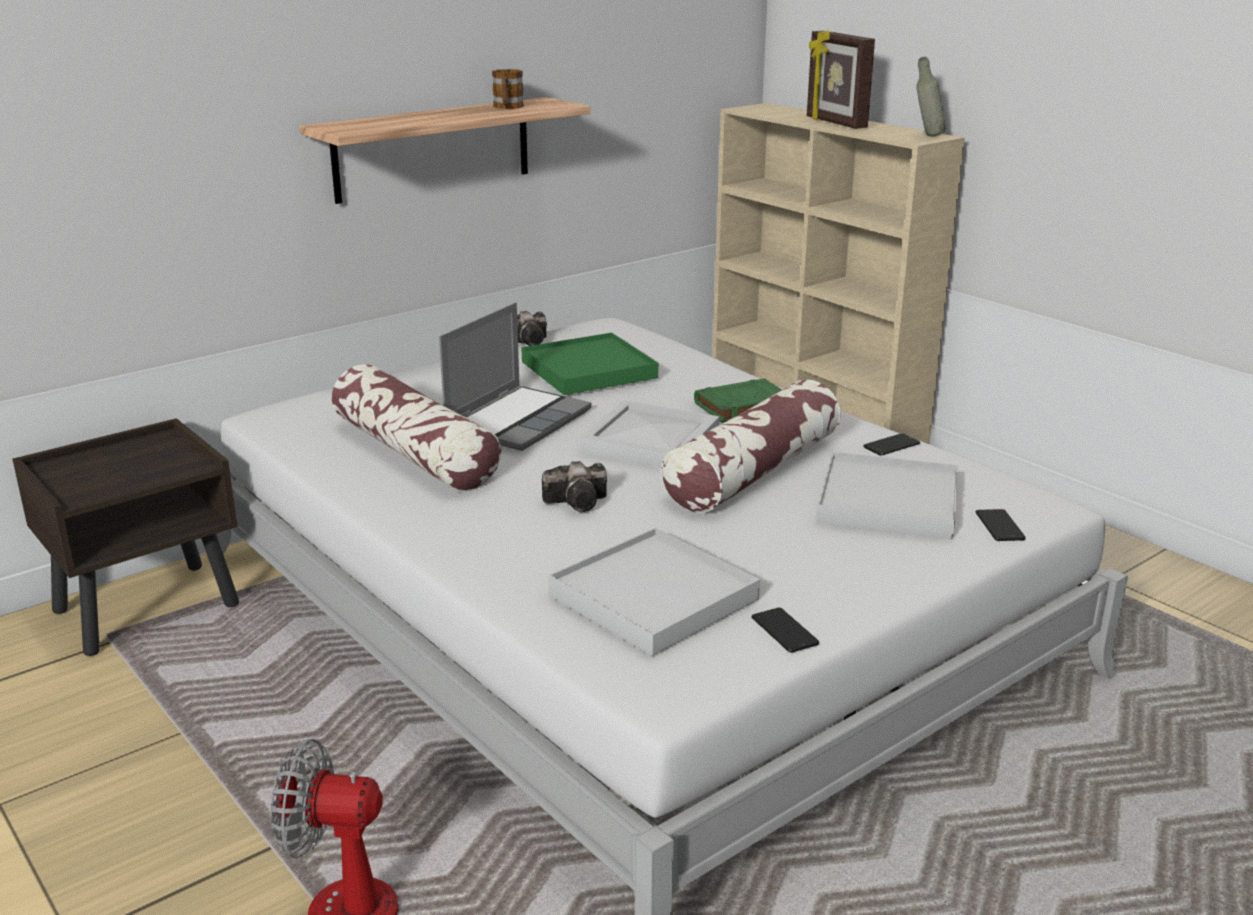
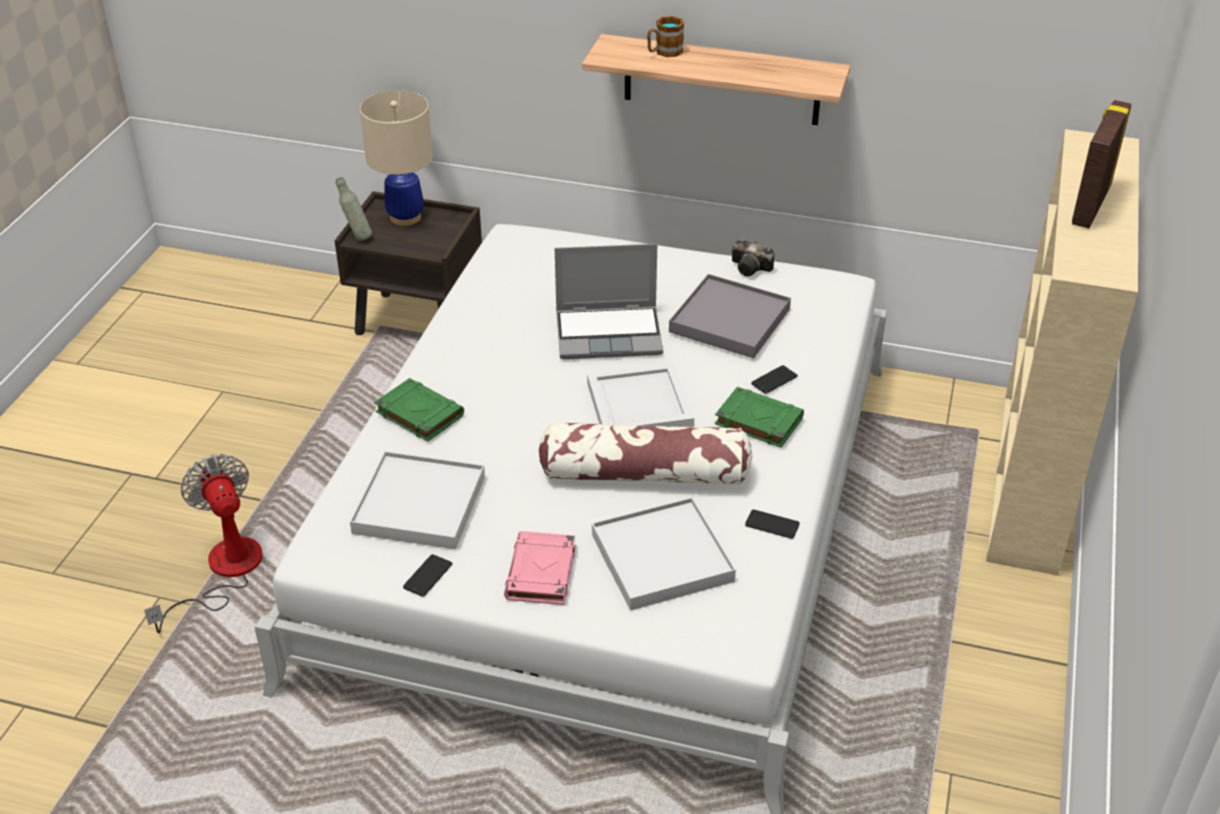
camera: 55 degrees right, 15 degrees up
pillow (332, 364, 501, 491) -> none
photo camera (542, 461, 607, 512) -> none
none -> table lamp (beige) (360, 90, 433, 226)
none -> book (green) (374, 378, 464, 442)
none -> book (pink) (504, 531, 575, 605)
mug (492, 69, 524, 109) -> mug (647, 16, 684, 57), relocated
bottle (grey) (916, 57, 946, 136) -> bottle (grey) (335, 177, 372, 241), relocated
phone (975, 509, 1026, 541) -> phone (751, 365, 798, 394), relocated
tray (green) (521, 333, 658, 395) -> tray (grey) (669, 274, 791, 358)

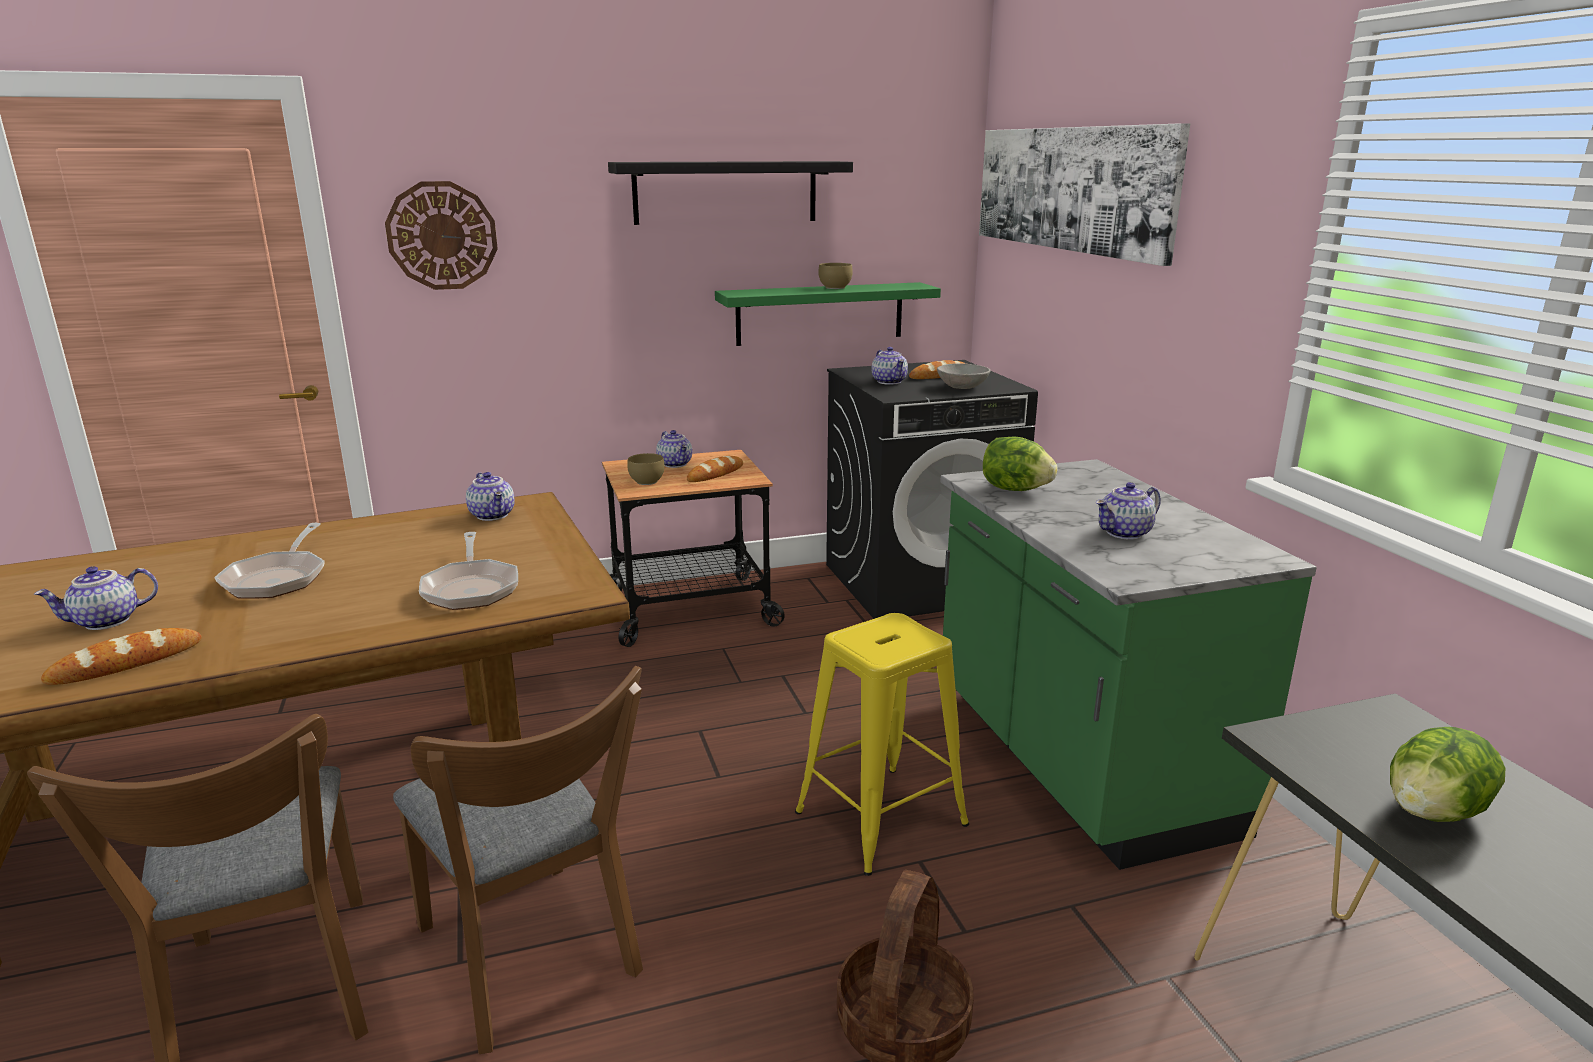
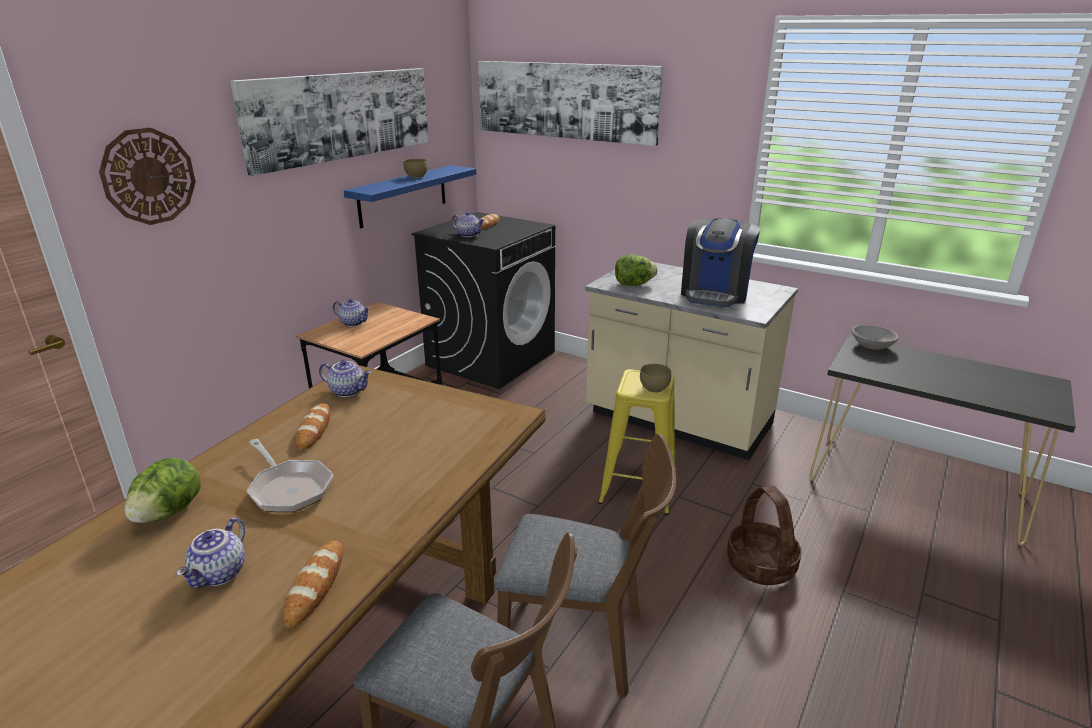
camera: 40 degrees left, 5 degrees up
frying pan (419, 532, 518, 610) -> none
bowl (brown) (627, 453, 665, 485) -> bowl (brown) (640, 364, 671, 393), relocated
bread (687, 456, 743, 482) -> bread (295, 403, 331, 451), relocated
bowl (grey) (937, 363, 991, 389) -> bowl (grey) (852, 325, 898, 350), relocated
lettuce (1390, 727, 1505, 822) -> lettuce (124, 458, 201, 523), relocated
shelf (black) (608, 161, 853, 225) -> picture (230, 68, 429, 176)
teapot (1095, 482, 1161, 540) -> coffee machine (681, 218, 760, 307)
shelf (green) (715, 282, 941, 346) -> shelf (blue) (344, 165, 476, 228)
counter (green) (940, 459, 1317, 870) -> counter (beige) (585, 262, 798, 460)

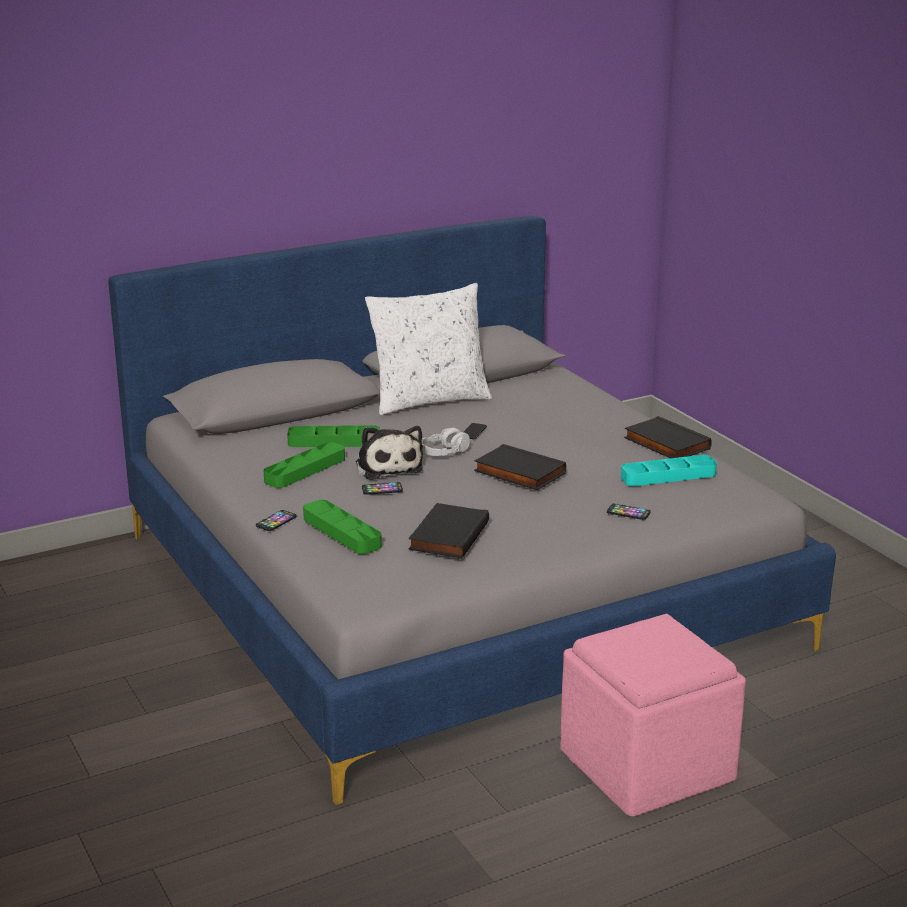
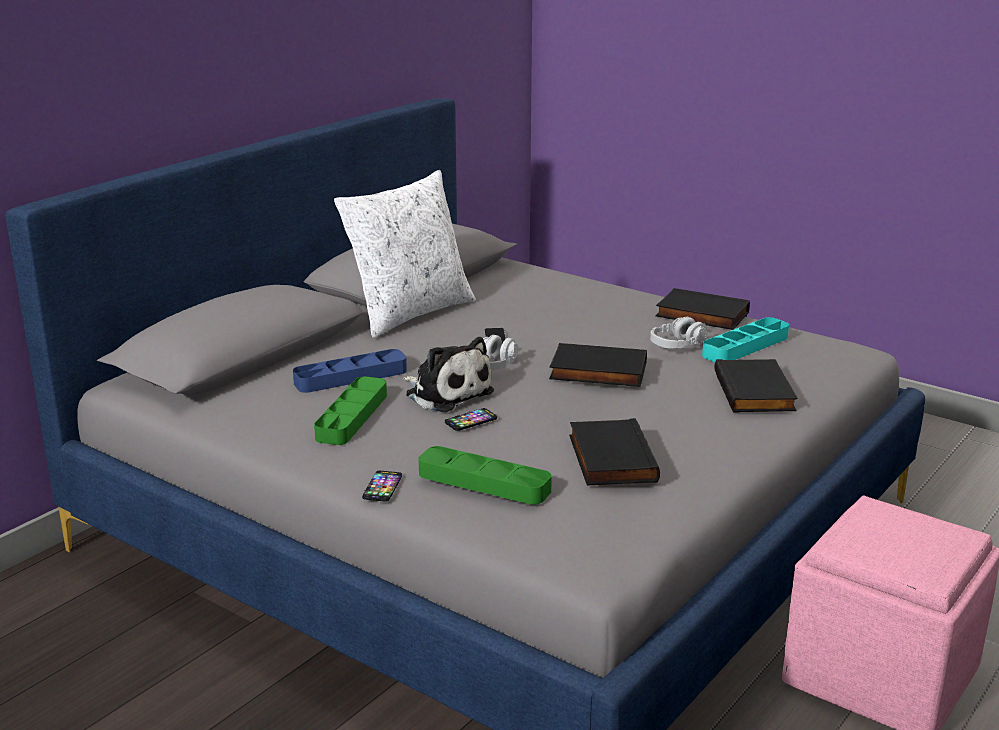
camera: 25 degrees left, 0 degrees up
none -> headphones (grey) (650, 317, 707, 349)
phone (607, 503, 651, 520) -> book (black) (714, 359, 797, 413)
tray (green) (287, 425, 380, 447) -> tray (blue) (293, 349, 407, 393)

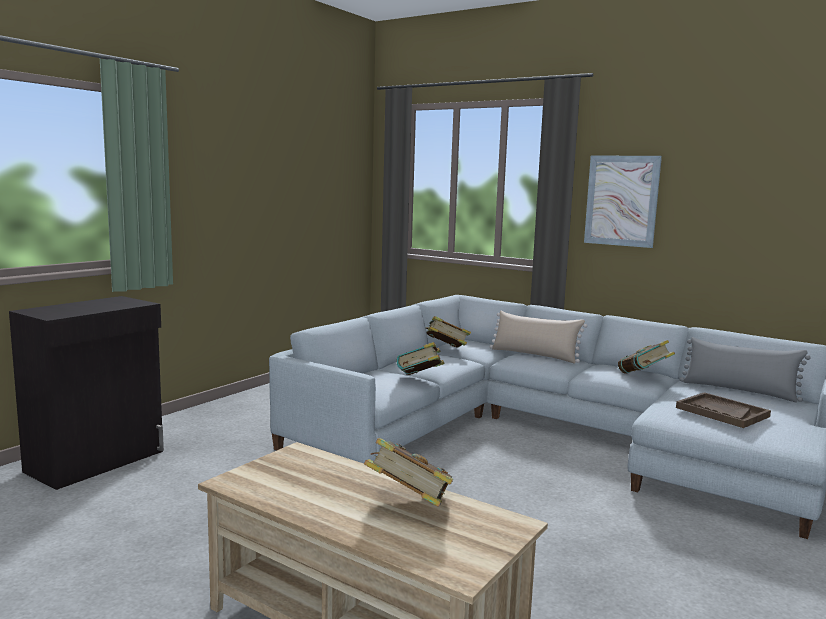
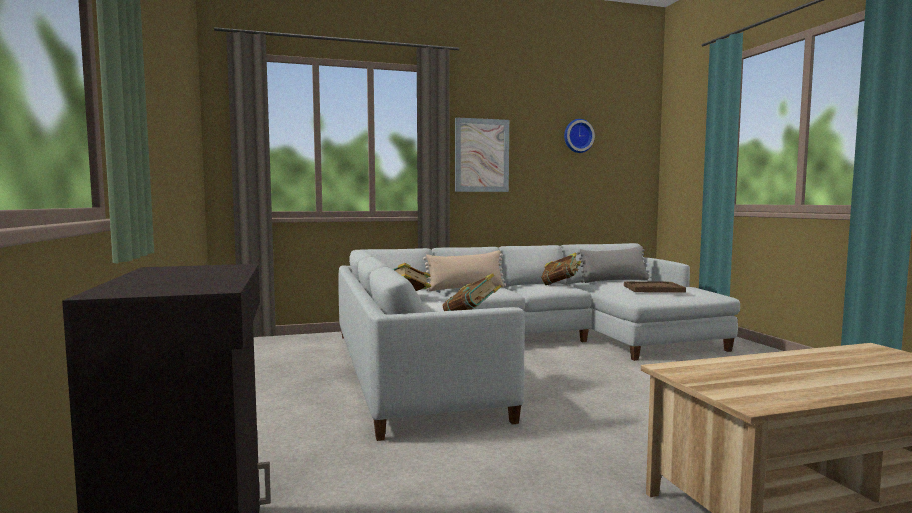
camera: 50 degrees left, 5 degrees down
book (364, 438, 453, 507) -> none
none -> wall clock (564, 119, 595, 153)

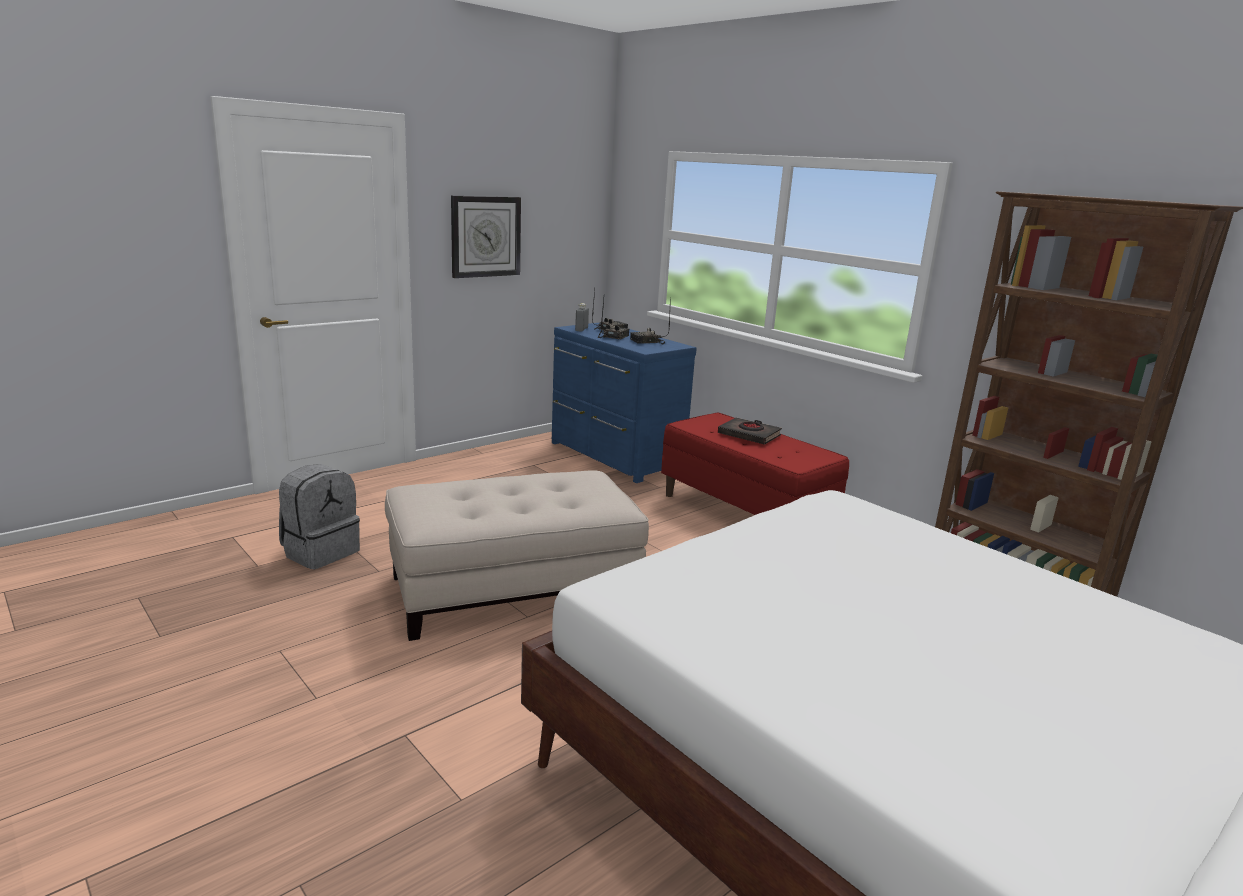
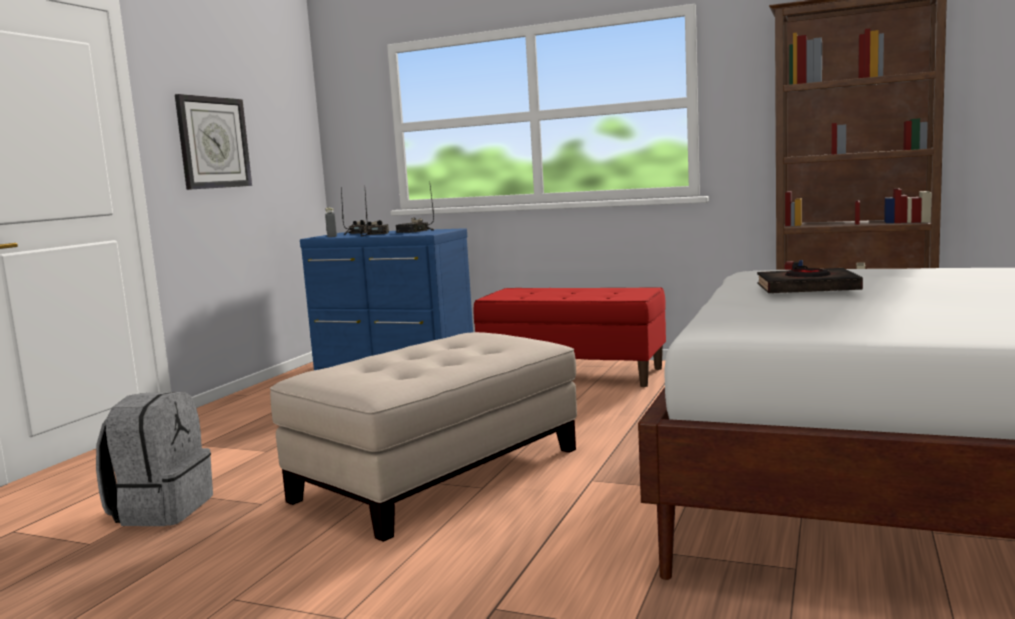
camera: 25 degrees left, 10 degrees down
book (black) (718, 418, 782, 445) -> book (black) (757, 266, 863, 293), relocated

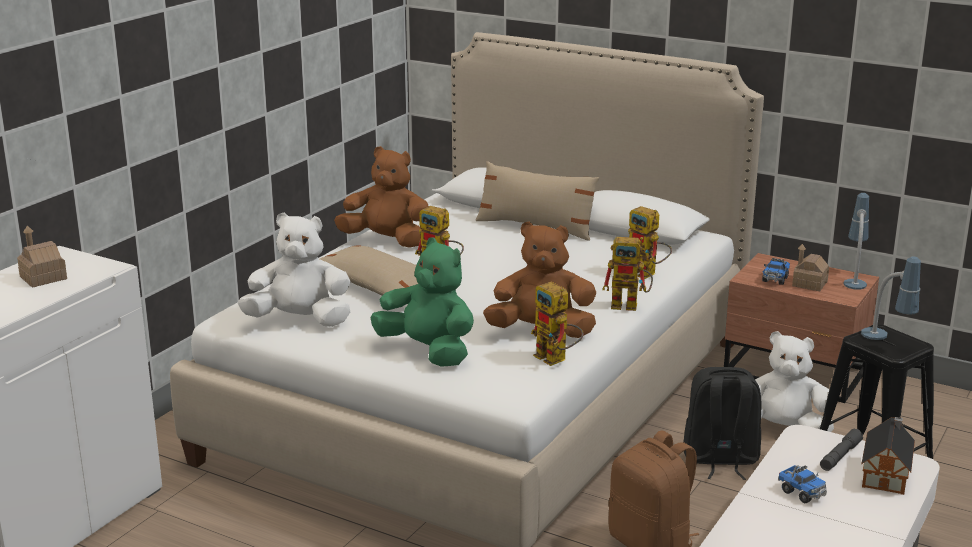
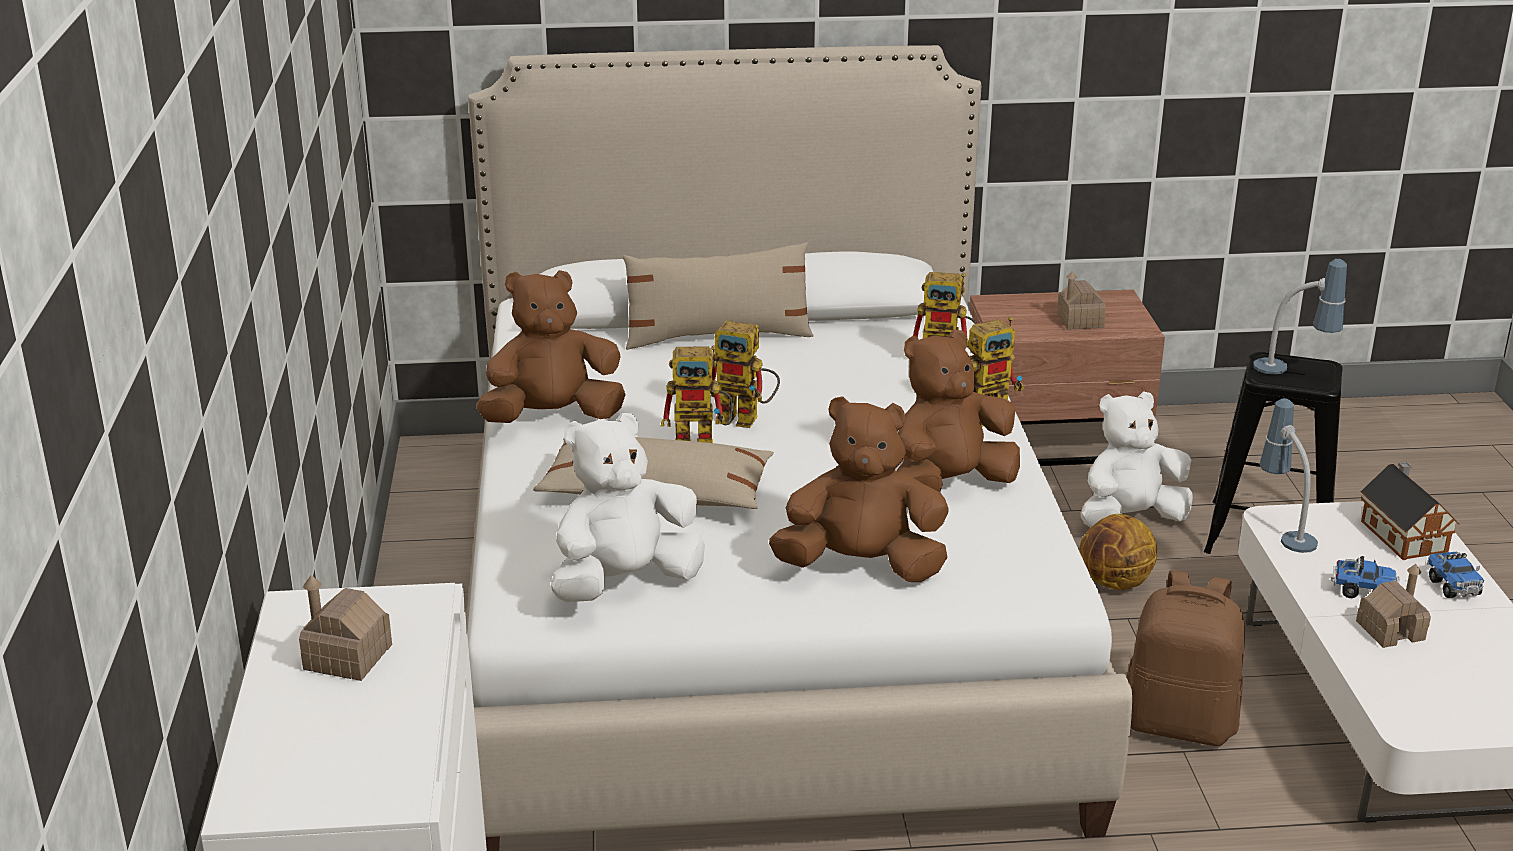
camera: 35 degrees left, 5 degrees up
flashlight (grey) (820, 429, 863, 471) -> none
none -> toy house (1356, 564, 1431, 648)
toy robot (531, 282, 583, 366) -> toy robot (710, 321, 780, 428), relocated
toy truck (762, 258, 790, 285) -> toy truck (1427, 552, 1484, 598), relocated
table lamp (843, 193, 869, 290) -> table lamp (1259, 398, 1318, 553), relocated
backpack (black) (683, 367, 761, 480) -> basketball (1080, 514, 1157, 590)
plush toy (green) (370, 237, 474, 367) -> plush toy (brown) (769, 396, 949, 582)

